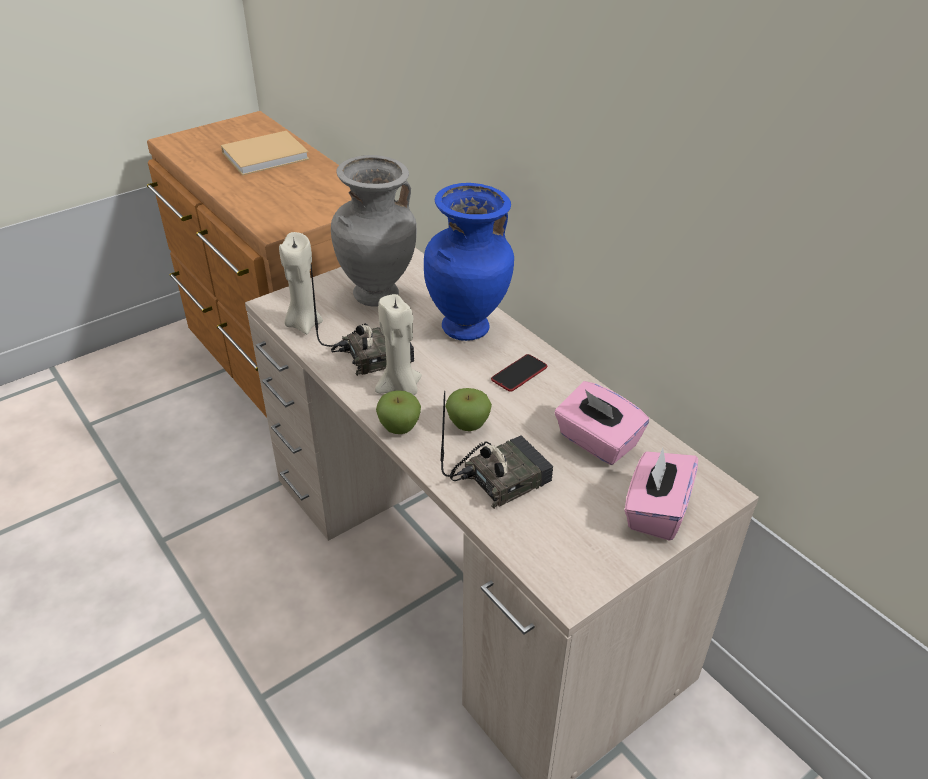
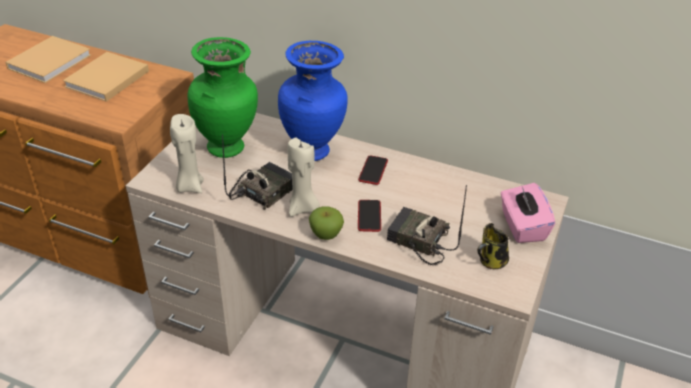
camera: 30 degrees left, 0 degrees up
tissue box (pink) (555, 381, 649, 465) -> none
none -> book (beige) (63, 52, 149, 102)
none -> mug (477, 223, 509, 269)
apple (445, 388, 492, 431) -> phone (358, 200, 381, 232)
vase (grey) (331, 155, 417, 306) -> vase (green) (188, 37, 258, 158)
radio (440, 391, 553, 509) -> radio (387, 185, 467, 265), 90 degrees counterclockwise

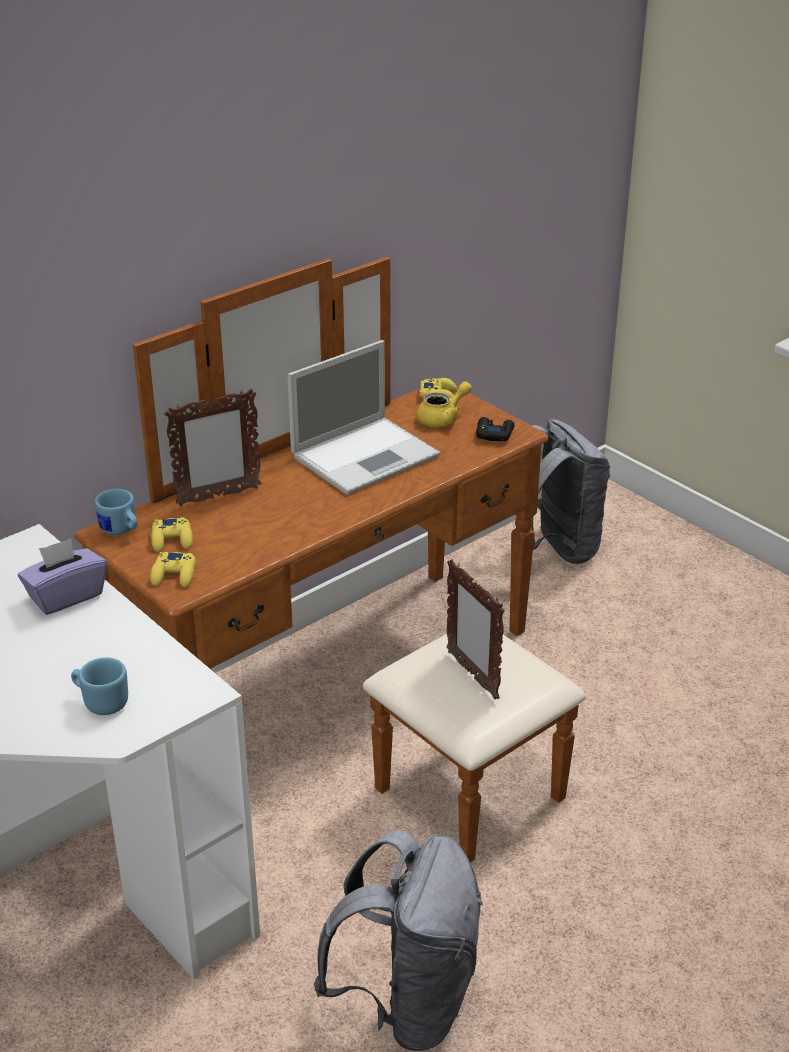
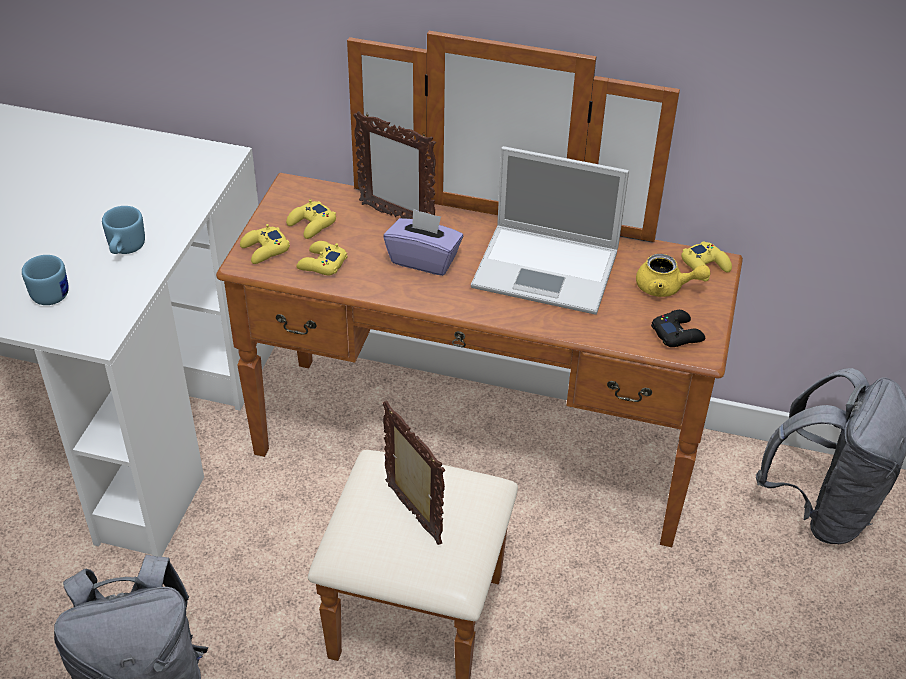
camera: 55 degrees right, 10 degrees up
none -> game controller (yellow) (296, 241, 348, 275)
tissue box (purple) (18, 538, 107, 615) -> tissue box (purple) (383, 209, 463, 276), relocated
mug (blue) (95, 489, 138, 535) -> mug (blue) (102, 206, 145, 254), relocated
picture frame (446, 559, 505, 699) -> picture frame (382, 400, 445, 545), 120 degrees clockwise

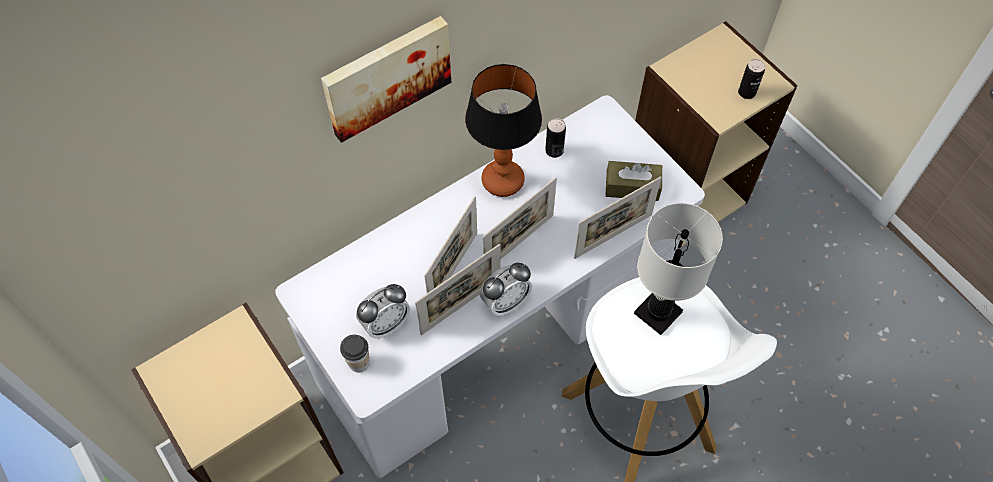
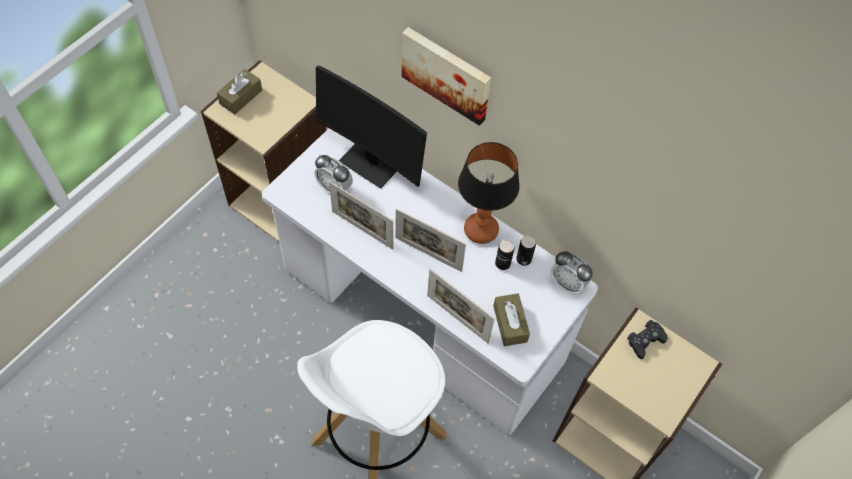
camera: 70 degrees right, 0 degrees up
cup (340, 335, 369, 372) -> none
picture frame (424, 196, 477, 293) -> none
table lamp (white) (634, 203, 723, 335) -> none
none -> tissue box (brown) (217, 69, 262, 115)
none -> monitor (316, 66, 427, 189)
none -> game controller (black) (627, 320, 668, 359)
alarm clock (480, 263, 532, 317) -> alarm clock (551, 251, 593, 295), relocated
can (738, 59, 765, 99) -> can (495, 240, 514, 270), relocated

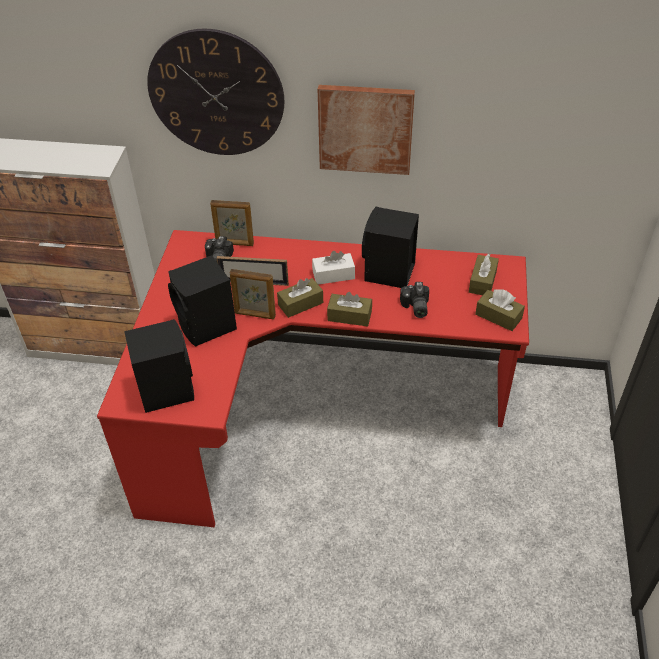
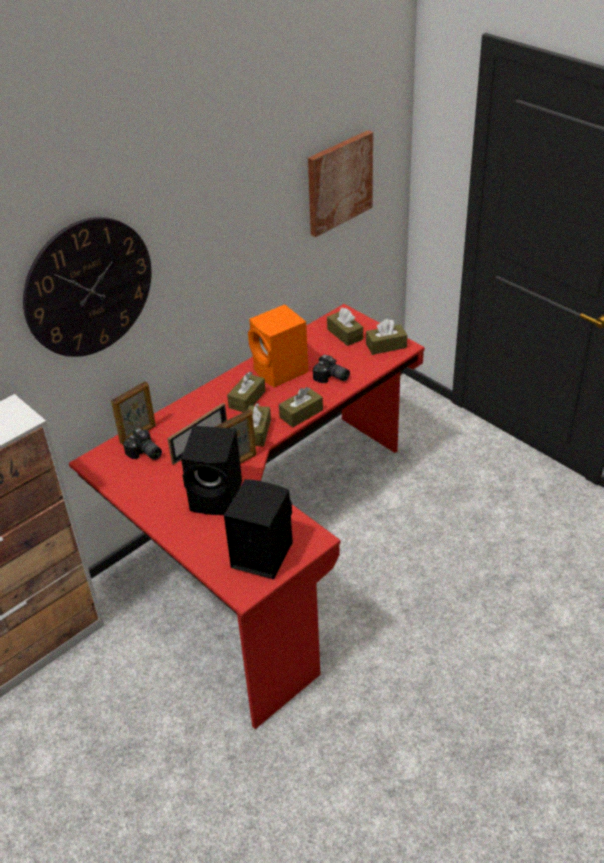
camera: 50 degrees left, 5 degrees down
picture (318, 85, 415, 175) -> picture (308, 130, 373, 237), relocated
tissue box (white) (312, 251, 355, 285) -> tissue box (brown) (227, 371, 266, 412)
speaker (black) (362, 207, 419, 288) -> speaker (orange) (248, 304, 308, 387)

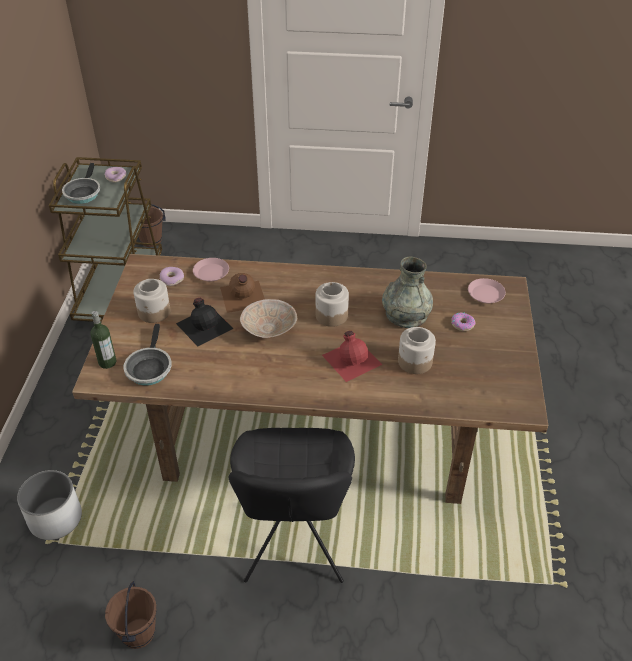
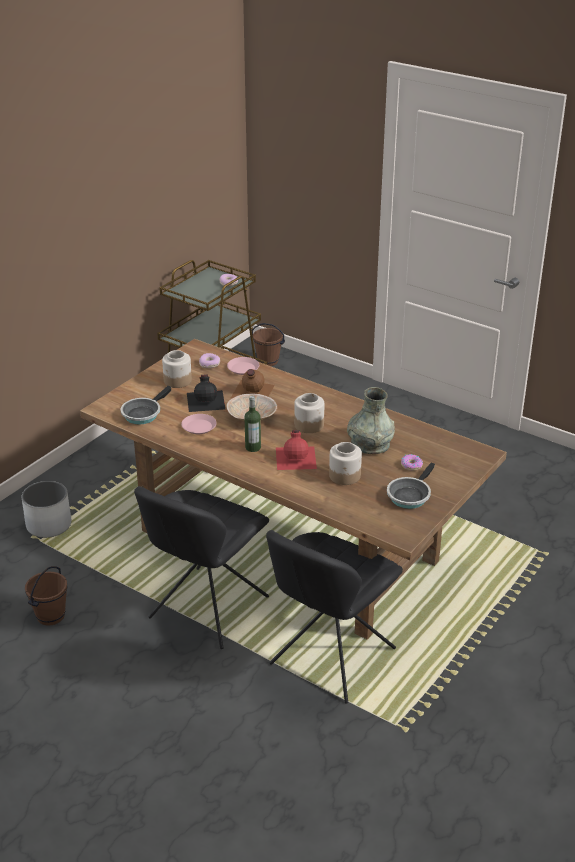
camera: 30 degrees right, 10 degrees down
none -> chair (black) (266, 530, 403, 704)
frying pan (62, 163, 100, 204) -> frying pan (387, 463, 435, 509), relocated
bottle (90, 311, 116, 369) -> bottle (244, 396, 261, 452), relocated
plate (pink) (468, 278, 506, 303) -> plate (pink) (181, 414, 217, 434), relocated

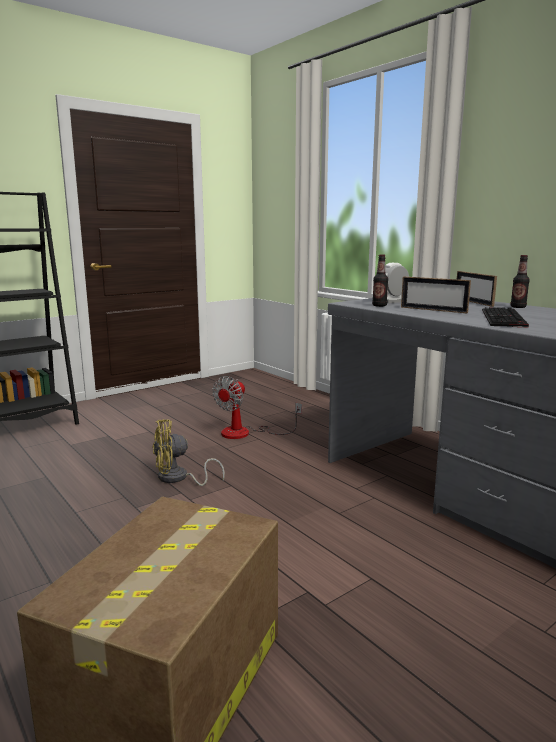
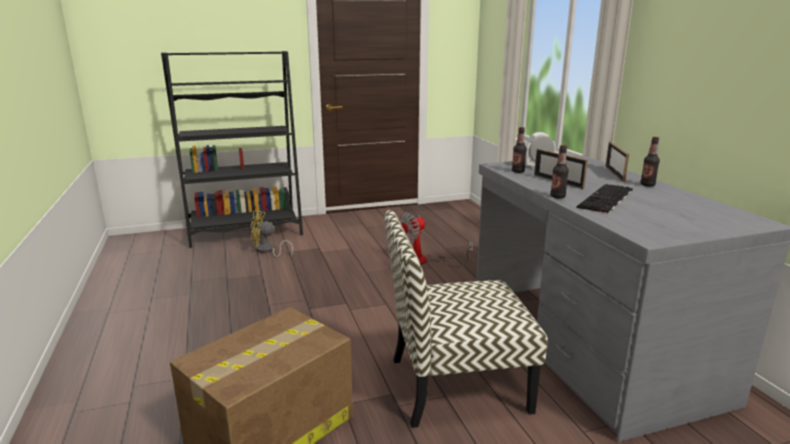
camera: 20 degrees right, 5 degrees up
none -> chair (385, 210, 548, 428)
none -> bottle (550, 145, 569, 199)
fan (yellow) (152, 419, 225, 486) -> fan (yellow) (250, 210, 293, 257), relocated

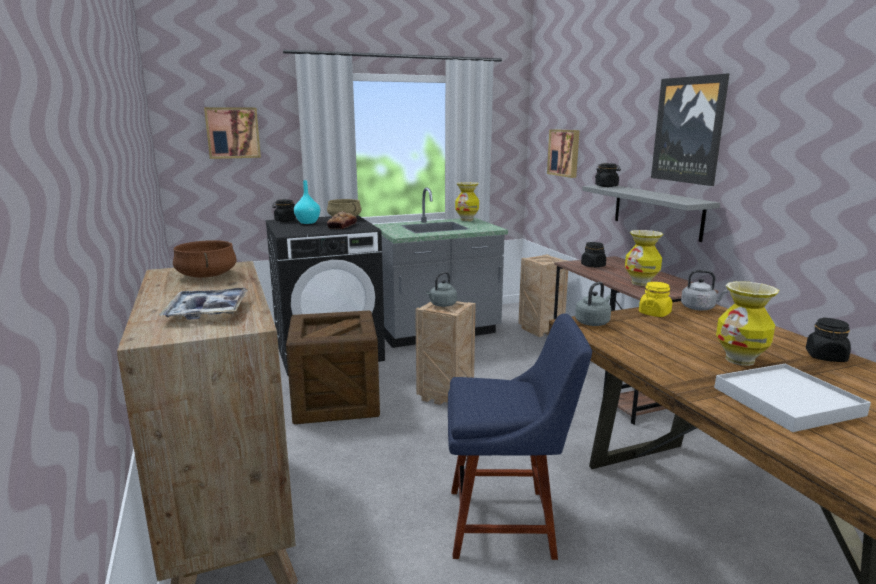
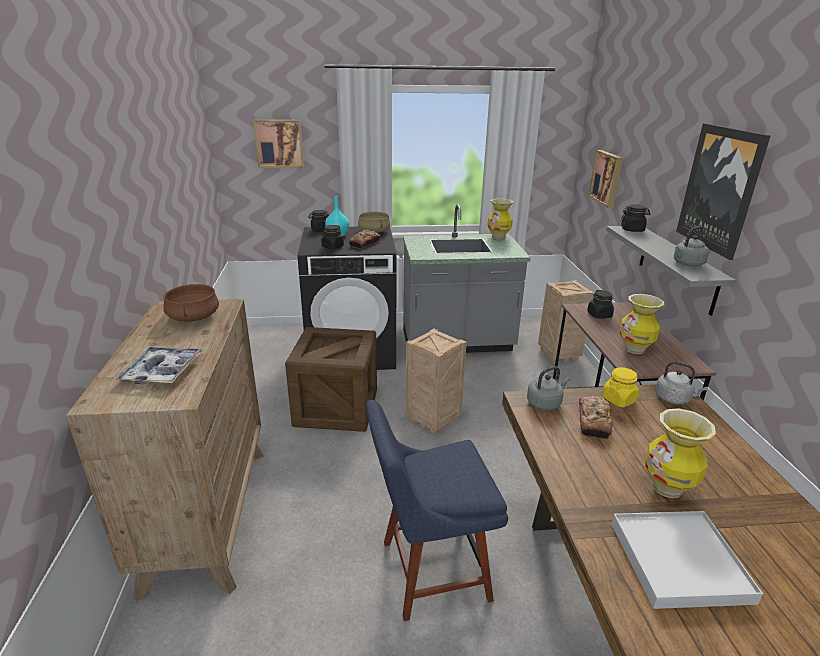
camera: 15 degrees right, 10 degrees up
none -> bread (579, 396, 612, 439)
kettle (grey) (427, 272, 457, 307) -> kettle (grey) (674, 226, 709, 266), relocated
jar (black) (806, 318, 851, 362) -> jar (black) (321, 225, 344, 249), relocated
chair (blue) (448, 313, 592, 560) -> chair (blue) (366, 400, 508, 621), 150 degrees clockwise

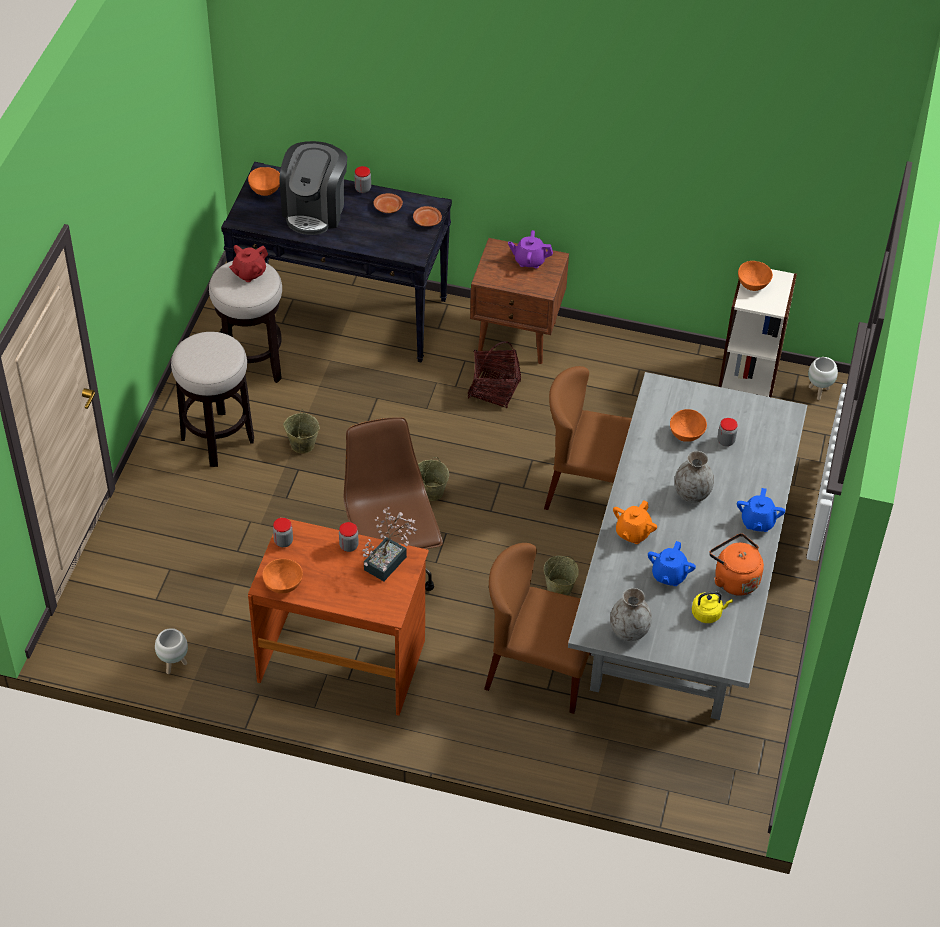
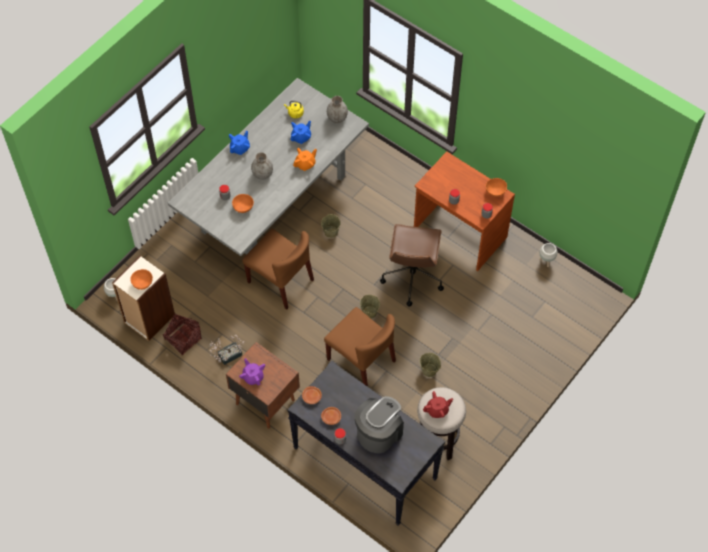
camera: 155 degrees left, 10 degrees up
stool (171, 332, 254, 467) -> none
bowl (orange) (248, 167, 280, 196) -> none
kettle (orange) (709, 533, 764, 596) -> none
potted plant (363, 507, 417, 581) -> potted plant (210, 335, 244, 365), relocated
basket (468, 341, 521, 408) -> basket (163, 313, 202, 356), relocated
chair (brown) (484, 543, 591, 714) -> chair (brown) (324, 307, 396, 387), relocated
teapot (purple) (508, 230, 553, 269) -> teapot (purple) (239, 358, 265, 385), 150 degrees counterclockwise

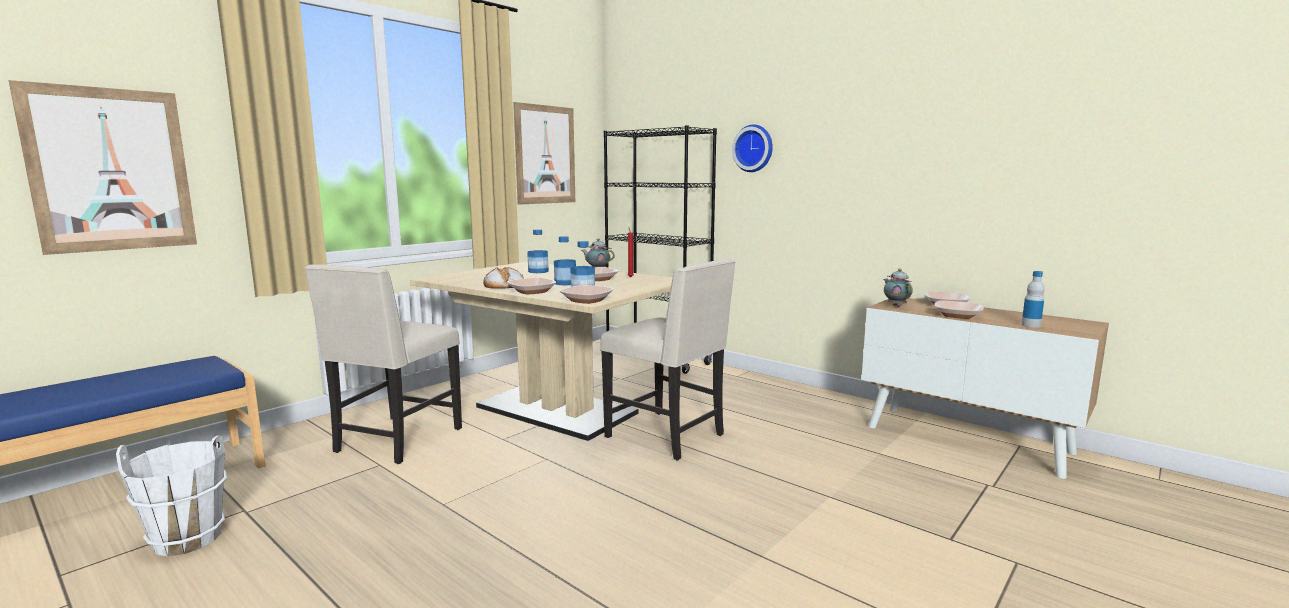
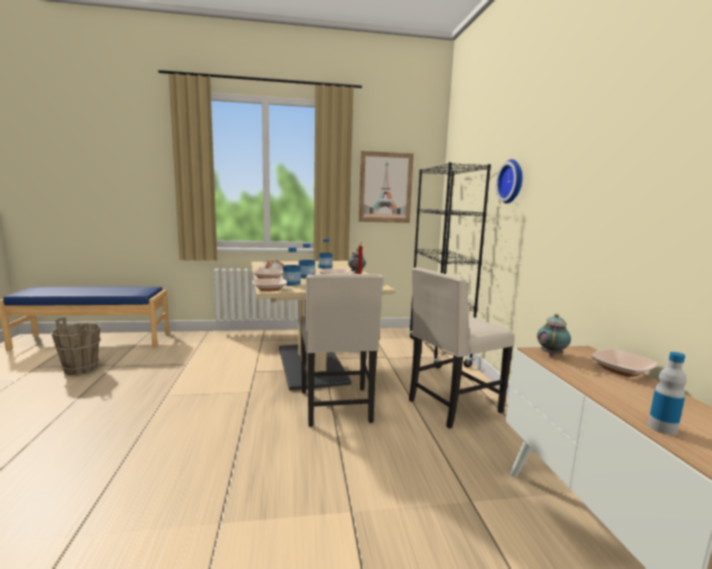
camera: 40 degrees right, 0 degrees up
picture (9, 80, 197, 255) -> none
bowl (934, 301, 984, 319) -> none
chair (beige) (305, 264, 462, 464) -> chair (beige) (409, 267, 515, 429), relocated
bucket (white) (116, 435, 227, 556) -> bucket (brown) (51, 317, 101, 375)

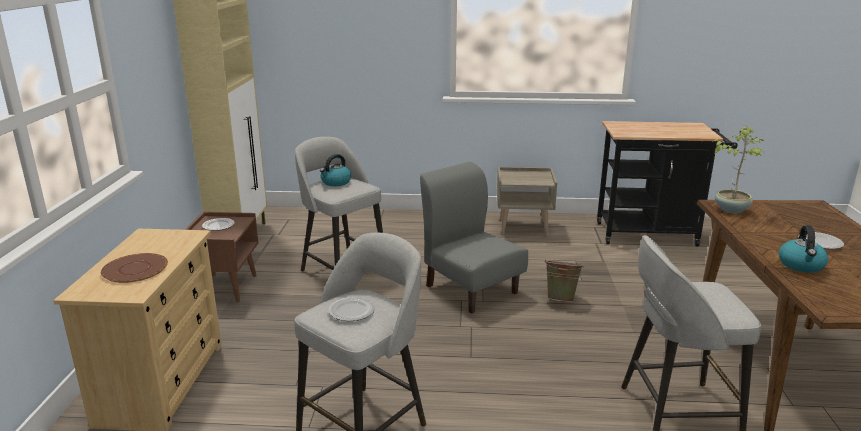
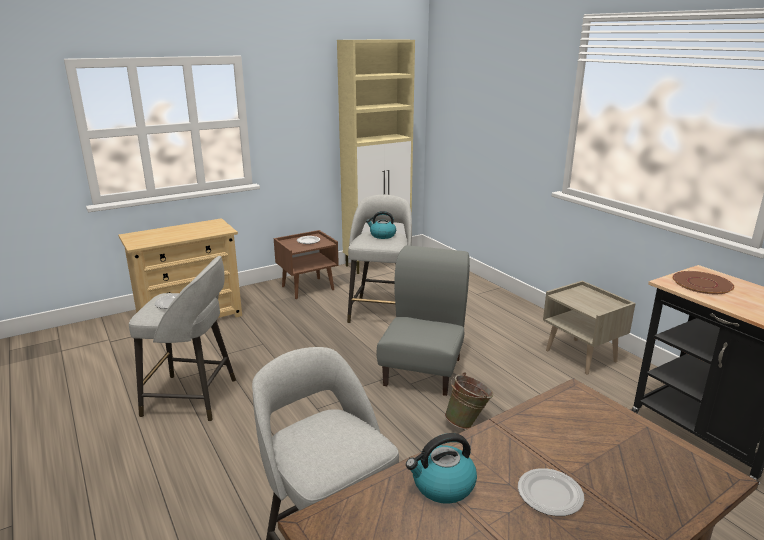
camera: 55 degrees right, 0 degrees up
potted plant (711, 125, 765, 213) -> none
plate (brown) (101, 253, 168, 283) -> plate (brown) (672, 271, 734, 294), relocated

